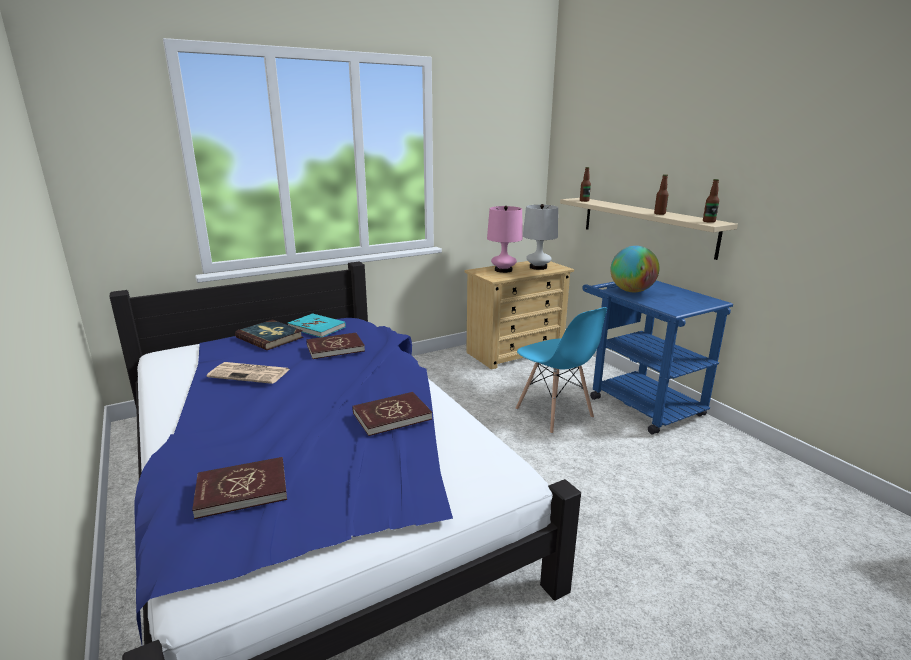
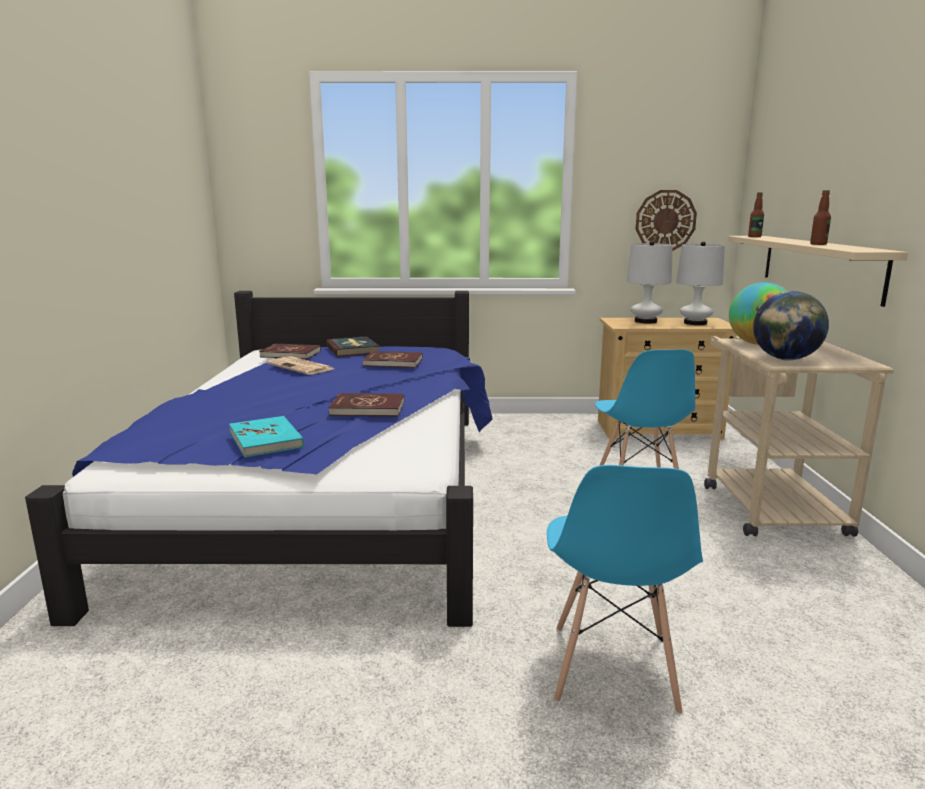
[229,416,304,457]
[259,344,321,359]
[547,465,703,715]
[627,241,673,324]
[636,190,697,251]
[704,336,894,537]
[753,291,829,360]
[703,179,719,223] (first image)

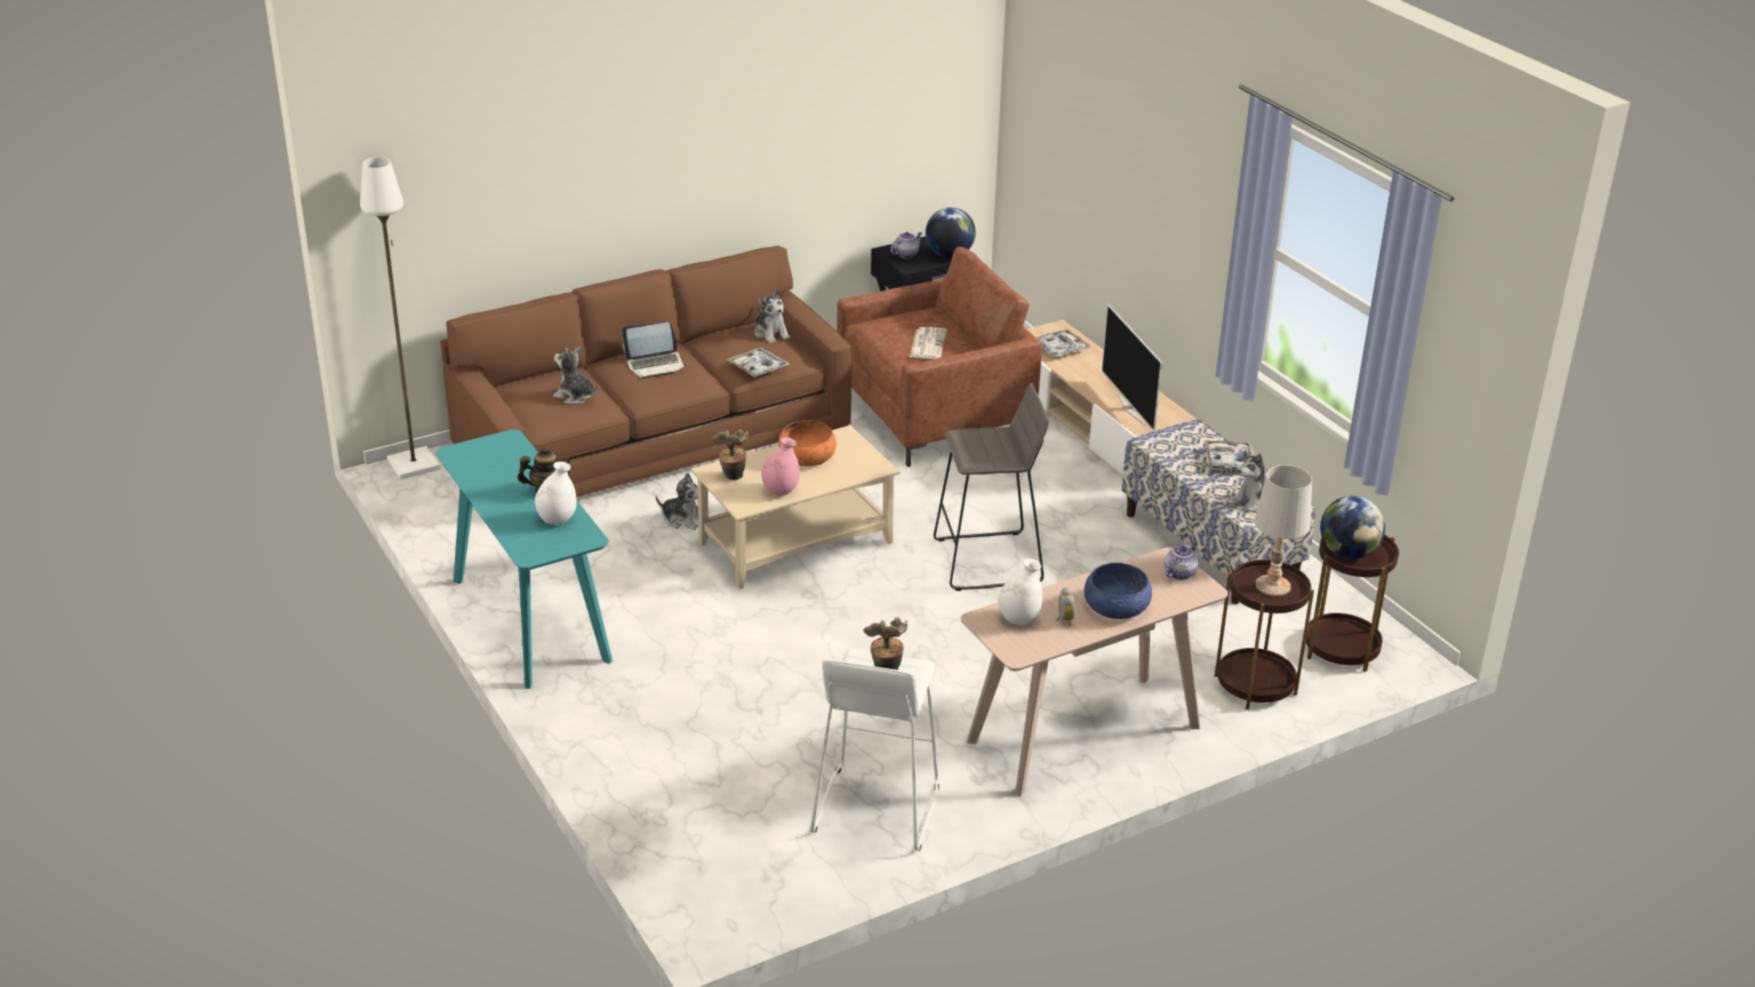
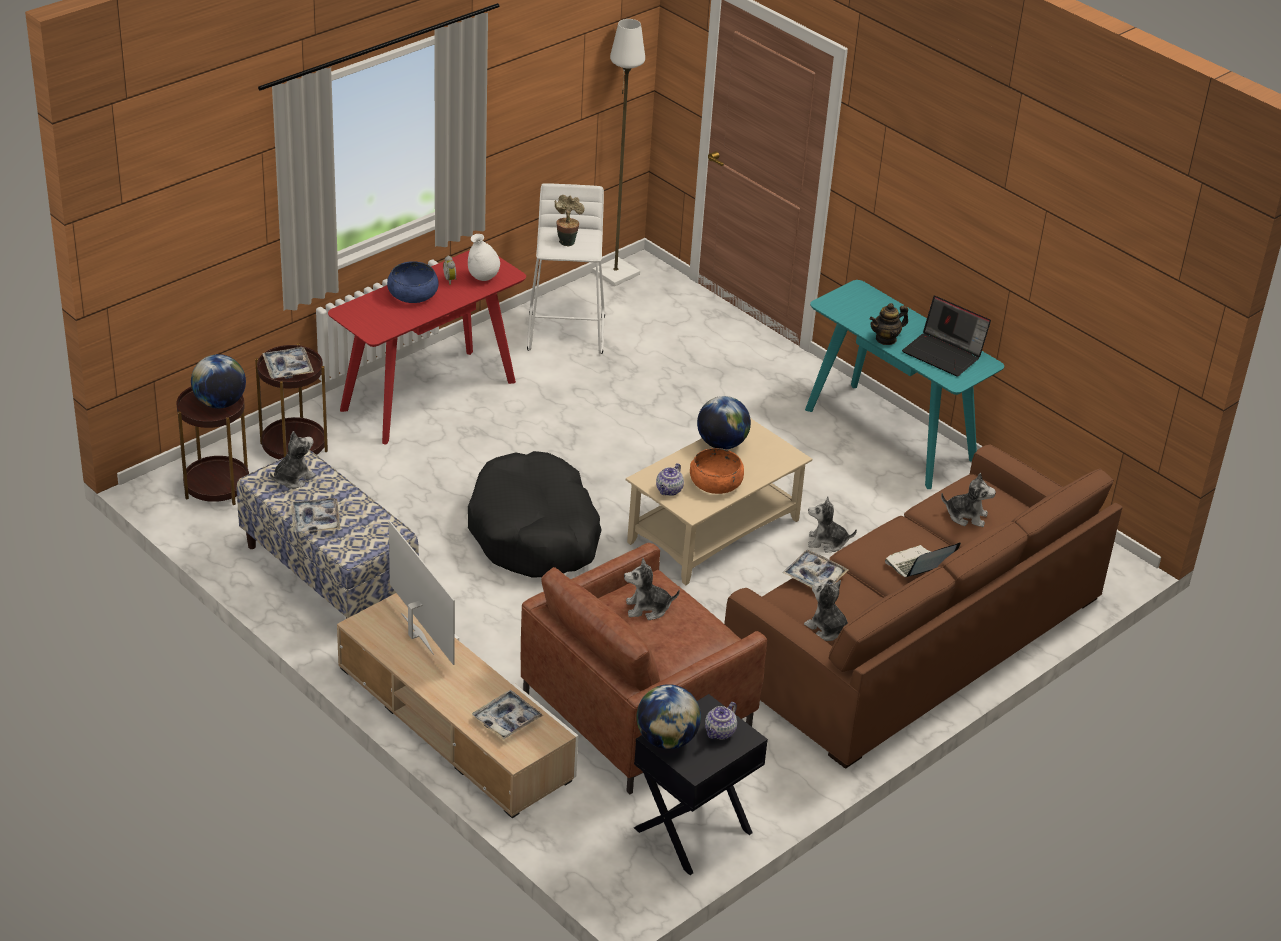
[262,347,314,379]
[328,250,526,444]
[468,451,602,578]
[592,19,645,286]
[624,558,680,620]
[656,463,684,496]
[697,396,751,449]
[902,296,991,376]
[535,461,576,525] (first image)
[712,429,748,480] (first image)

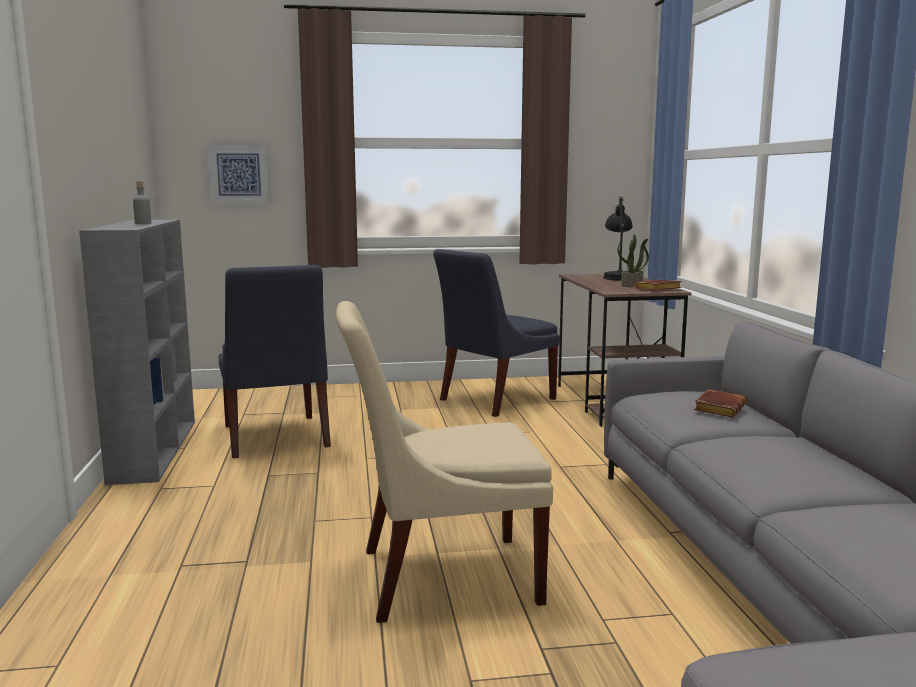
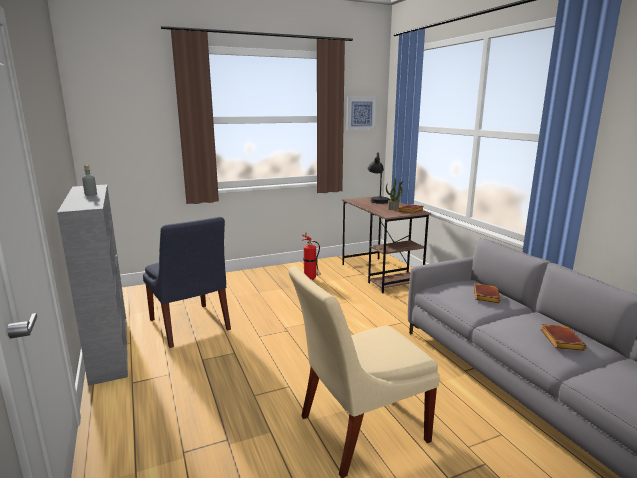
[302,233,321,280]
[346,97,377,131]
[540,324,587,351]

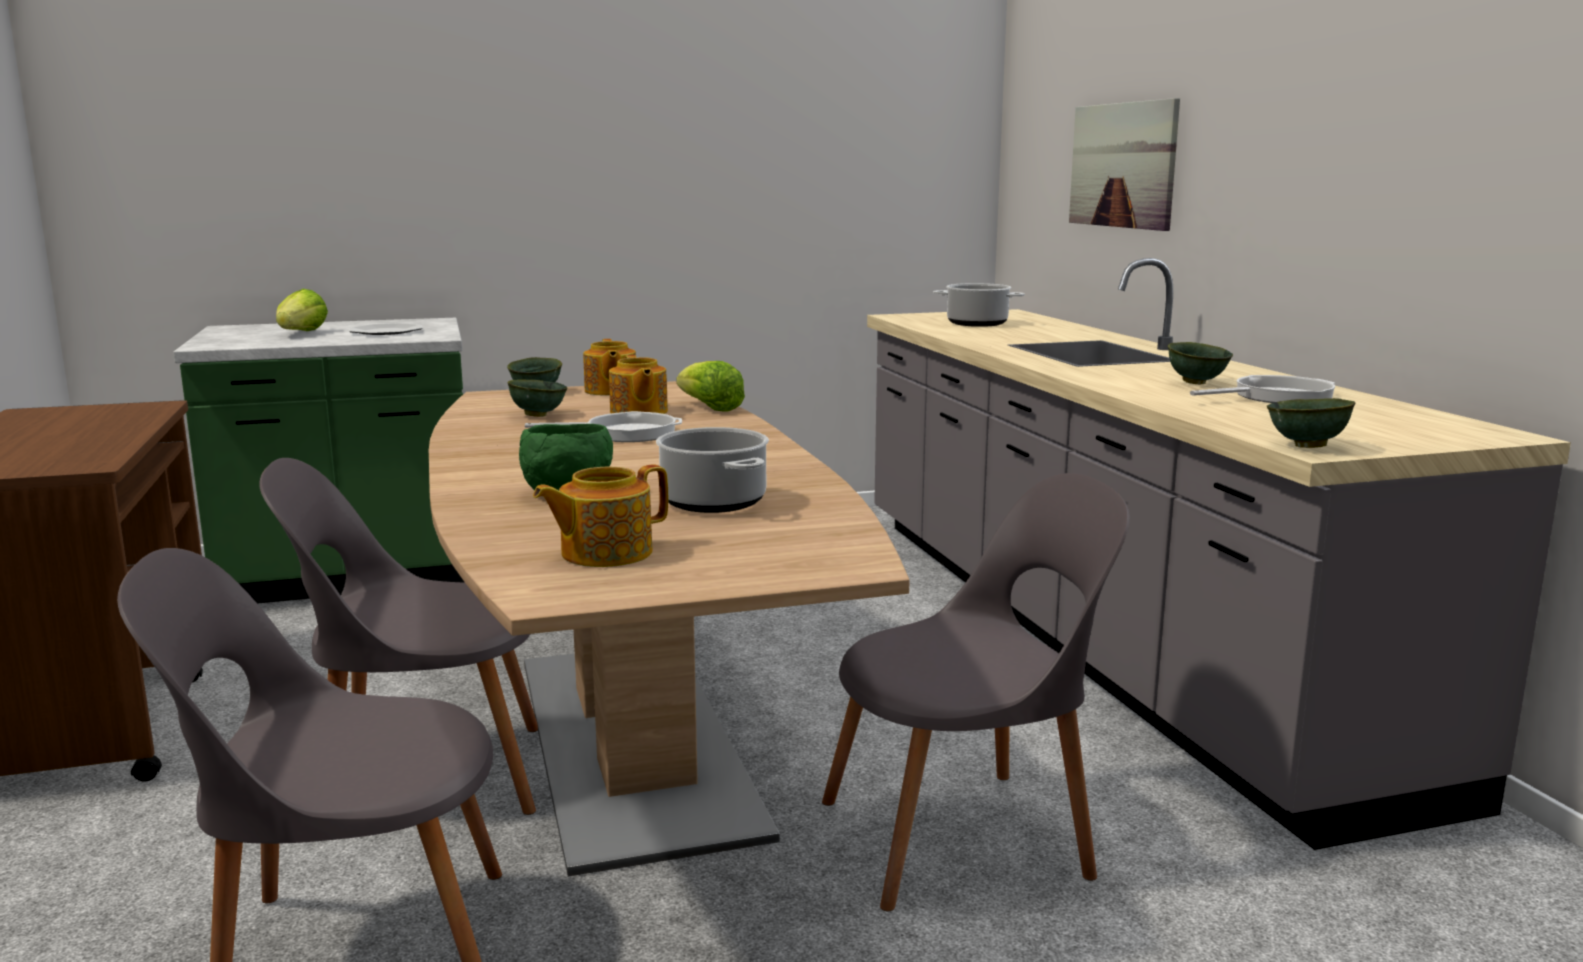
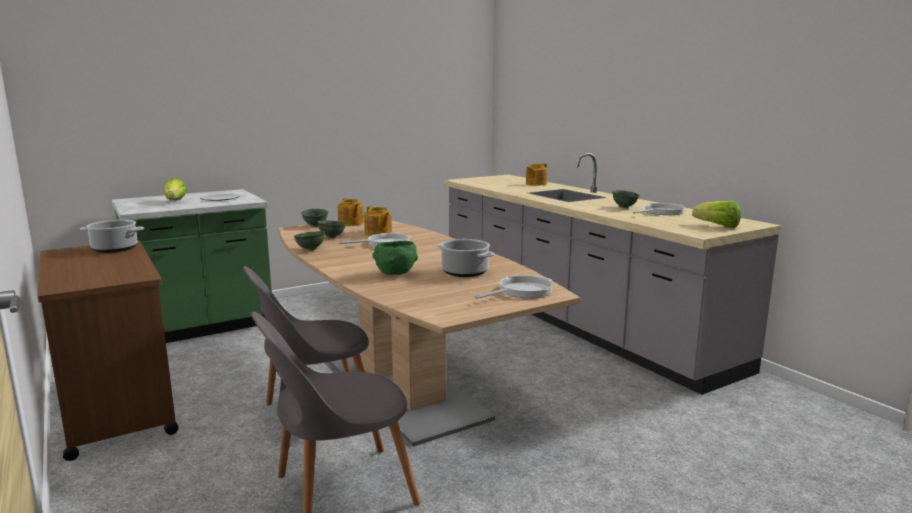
[80,220,144,253]
[294,231,325,251]
[475,275,553,299]
[526,164,547,185]
[692,201,741,228]
[822,473,1130,911] (first image)
[1069,98,1180,231] (first image)

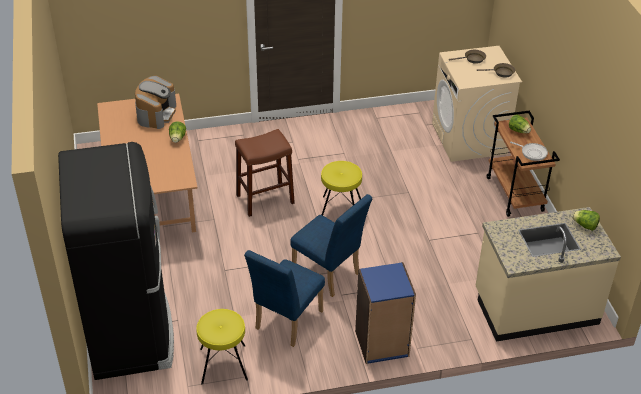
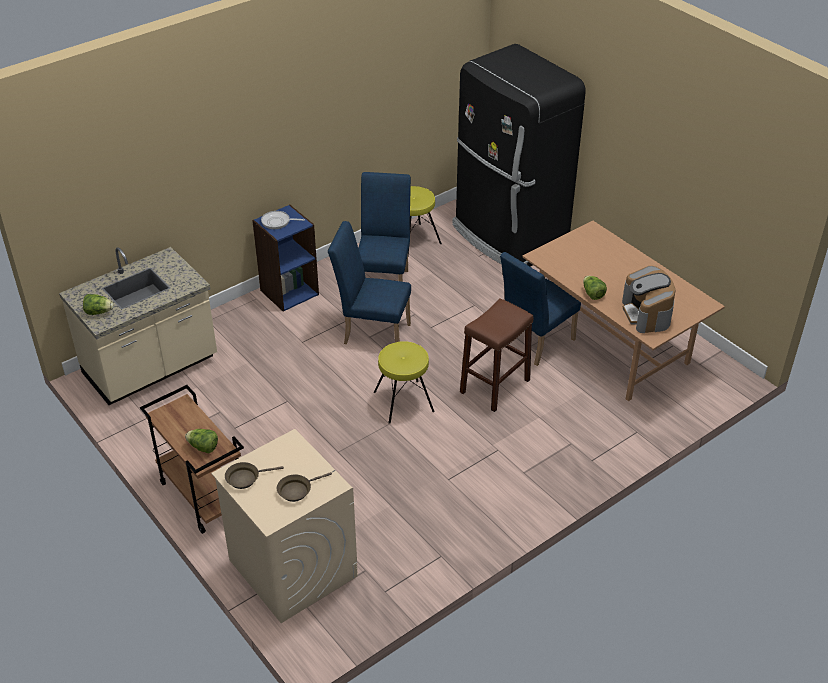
[261,211,305,229]
[500,252,581,366]

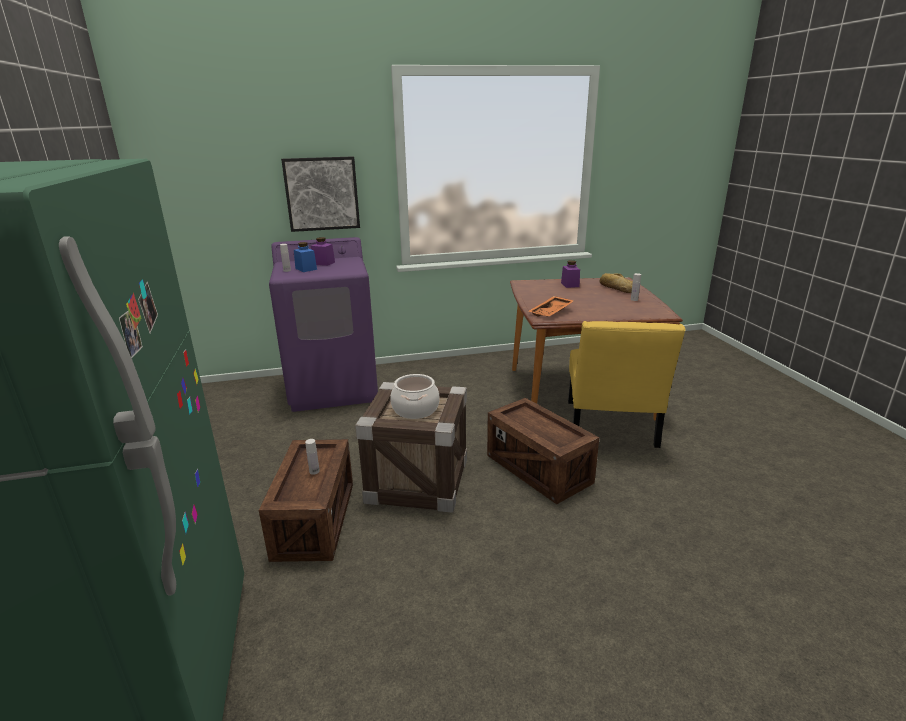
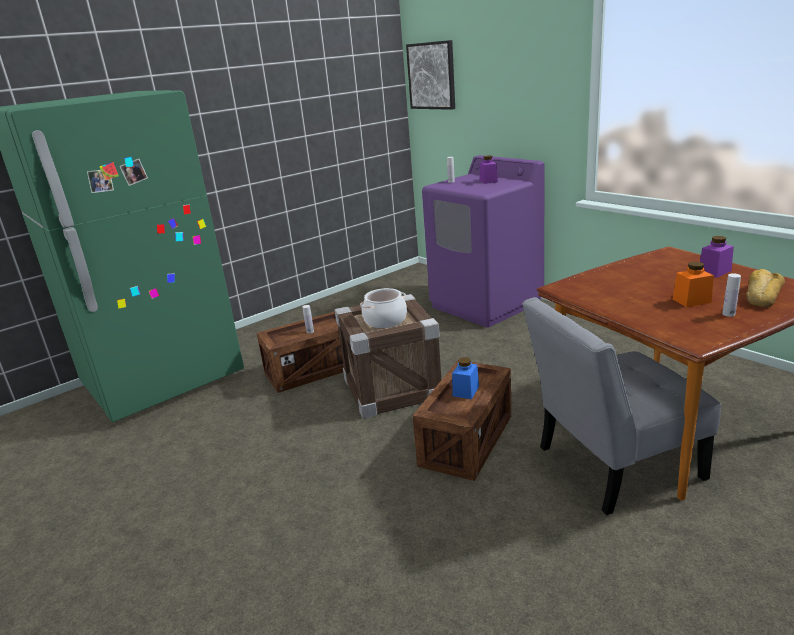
[406,40,455,110]
[452,357,479,399]
[522,297,721,515]
[673,262,714,307]
[528,296,574,317] (first image)

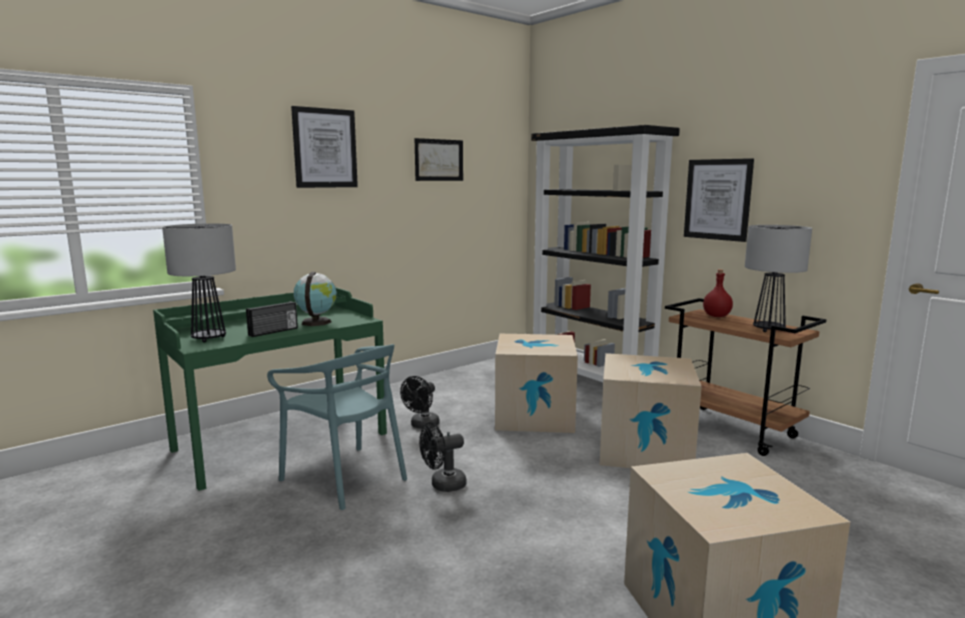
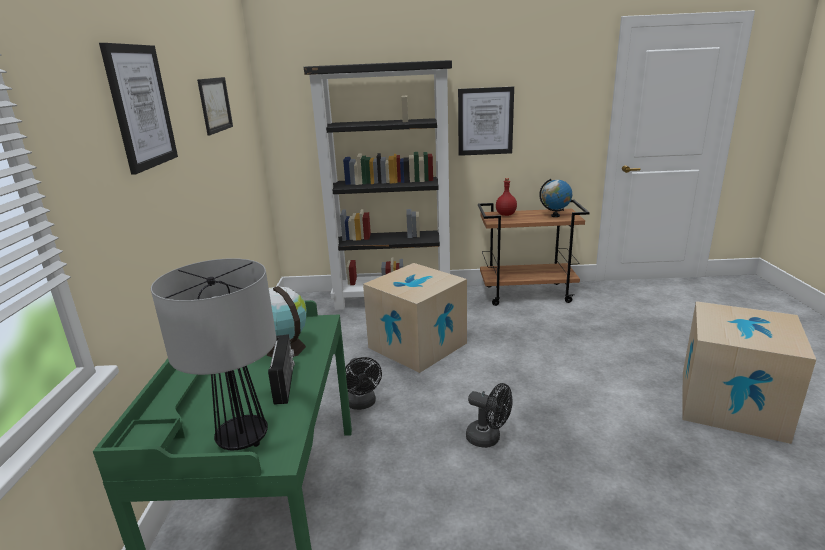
[466,383,513,448]
[539,179,572,217]
[267,344,407,510] (first image)
[600,353,702,468] (first image)

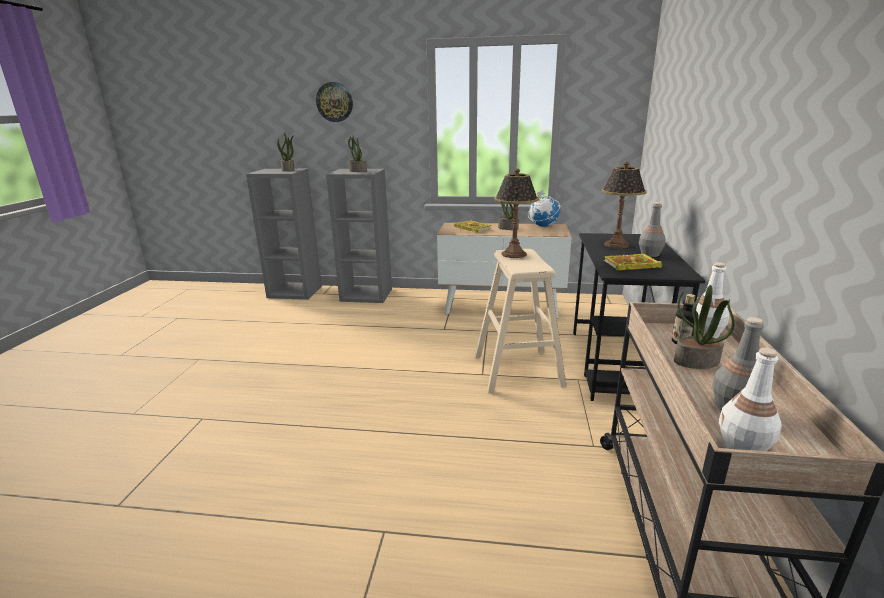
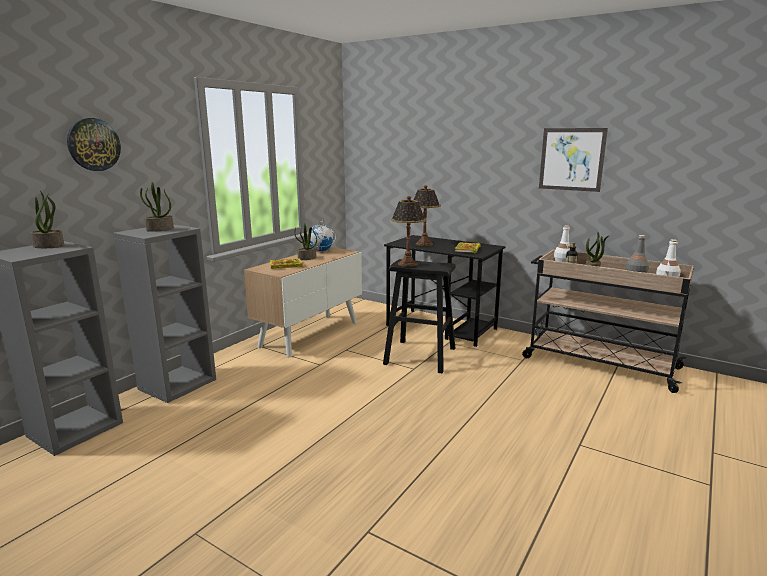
[383,259,456,373]
[539,128,608,192]
[639,202,666,257] (first image)

